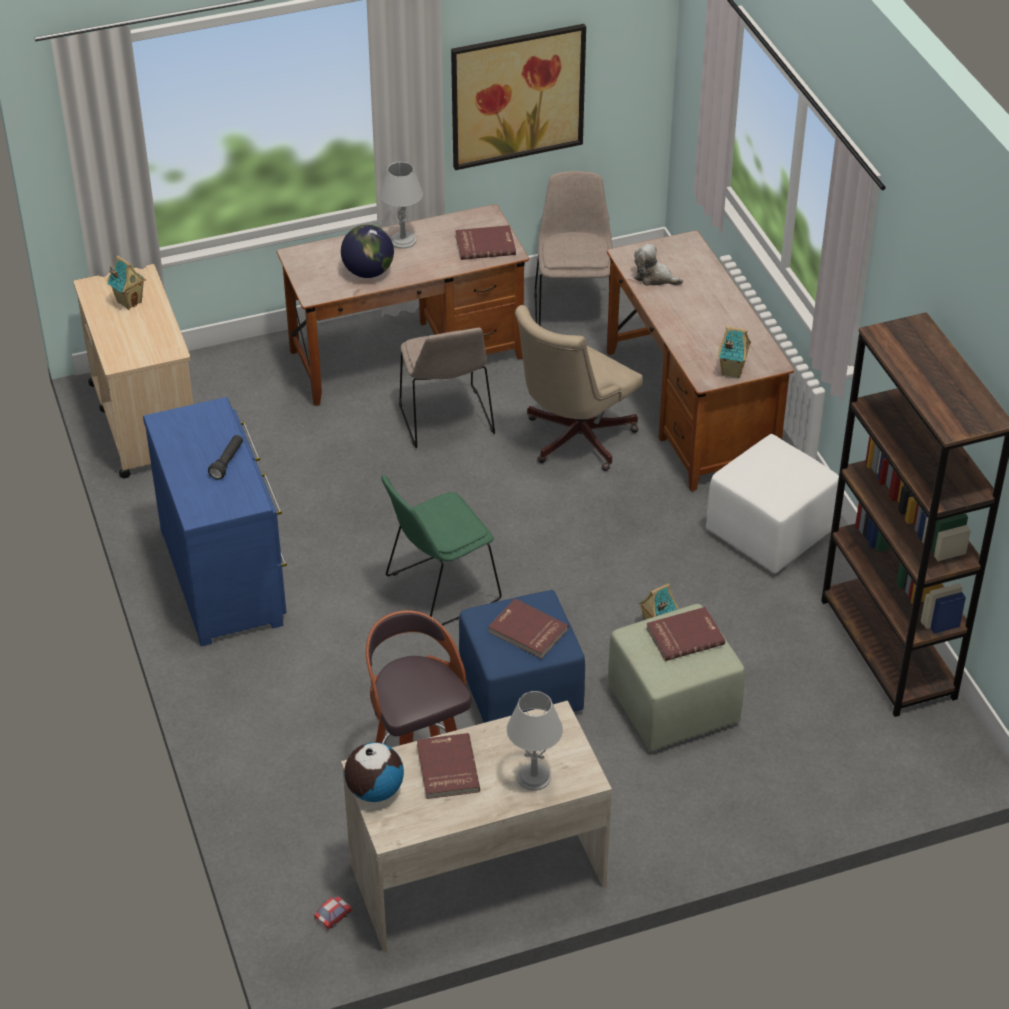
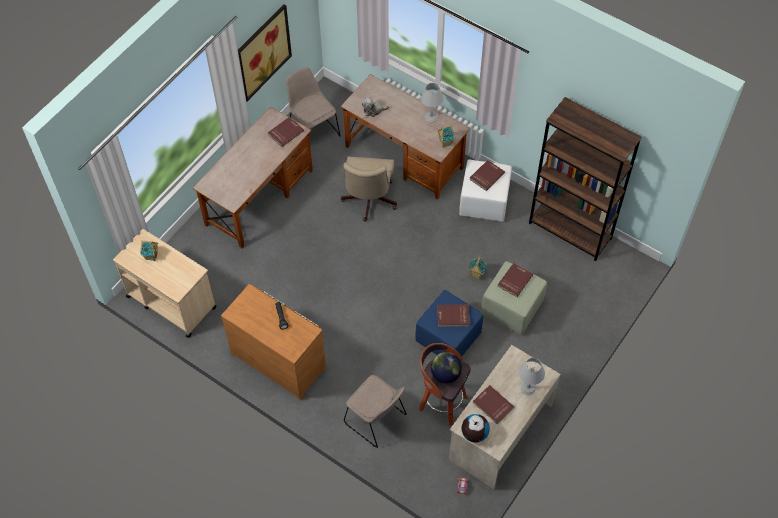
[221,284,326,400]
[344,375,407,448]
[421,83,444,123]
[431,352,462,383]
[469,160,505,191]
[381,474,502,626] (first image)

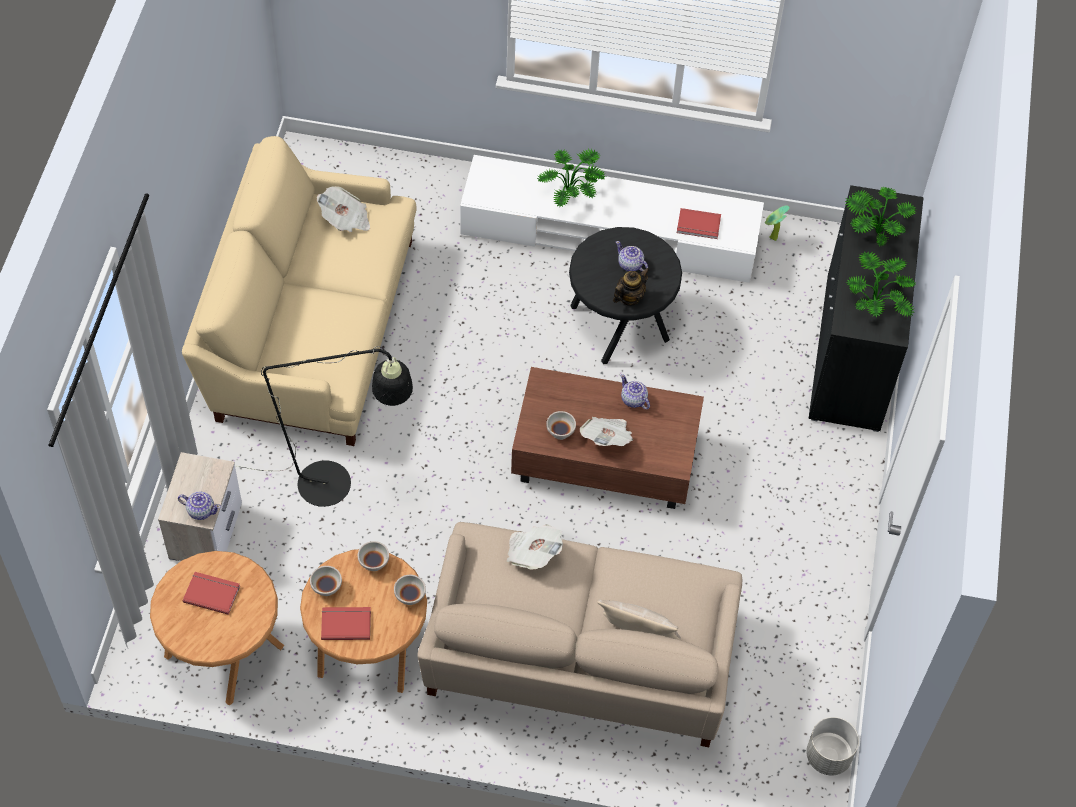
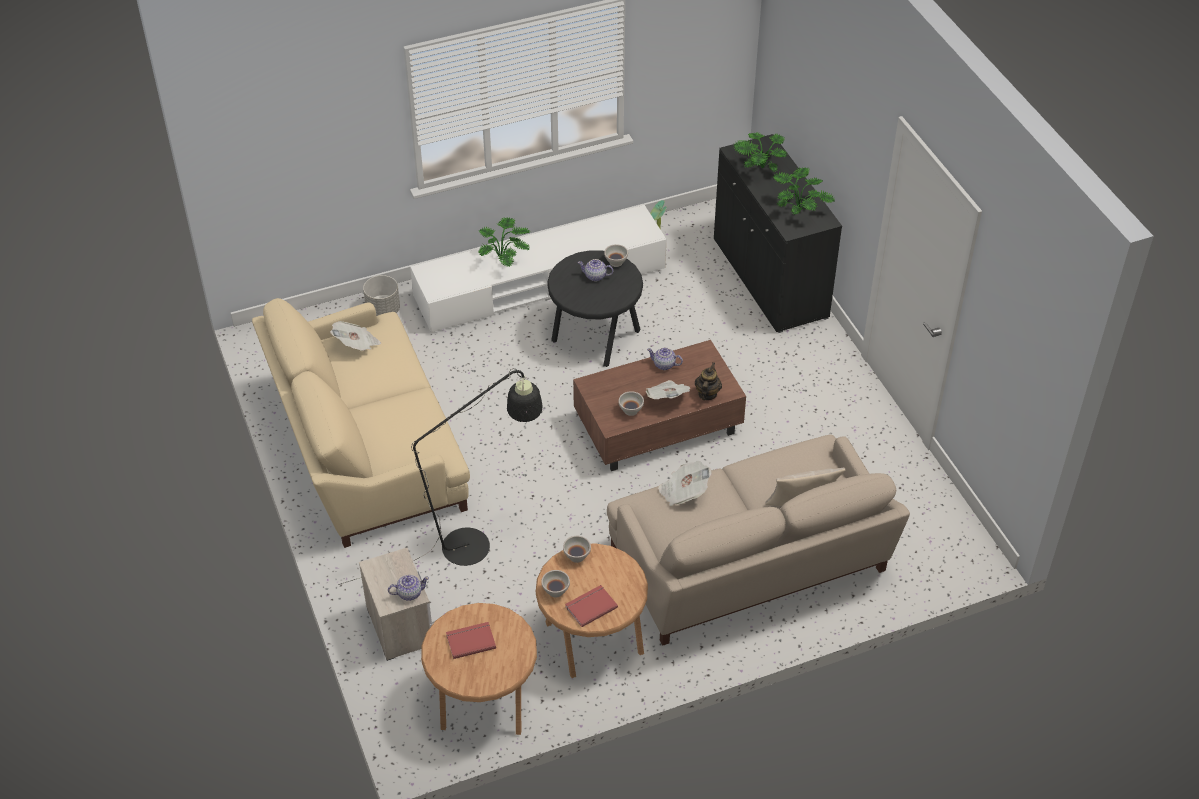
[363,275,400,316]
[604,244,628,267]
[695,362,722,400]
[677,208,721,239] (first image)

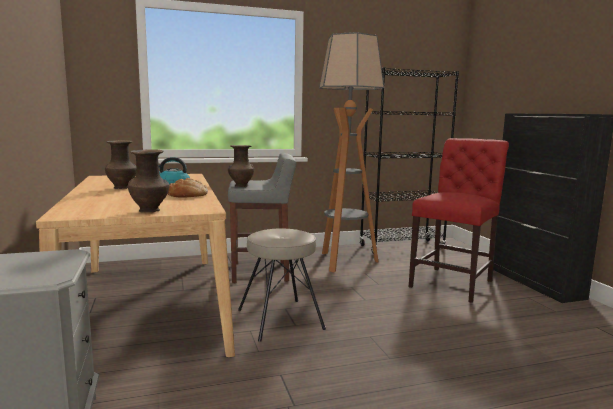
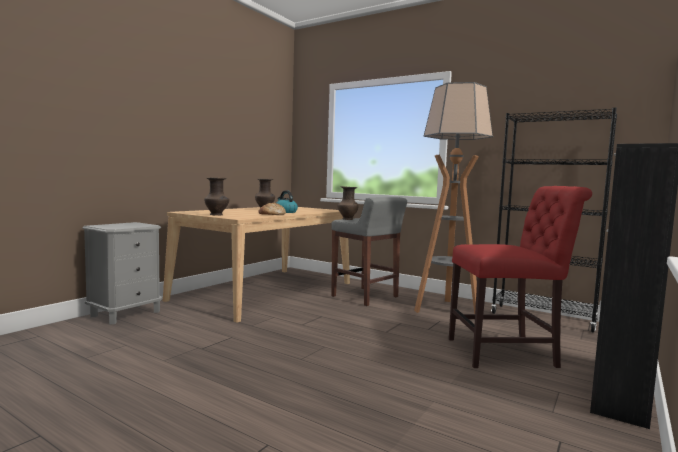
[238,229,326,342] (first image)

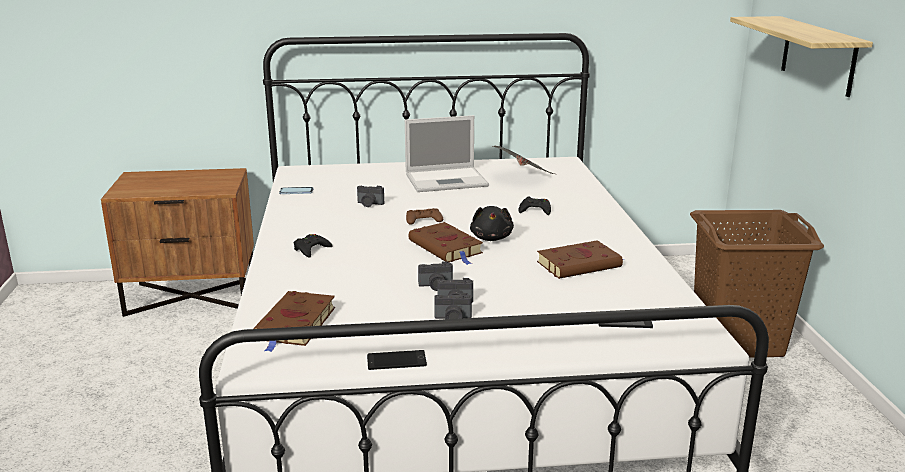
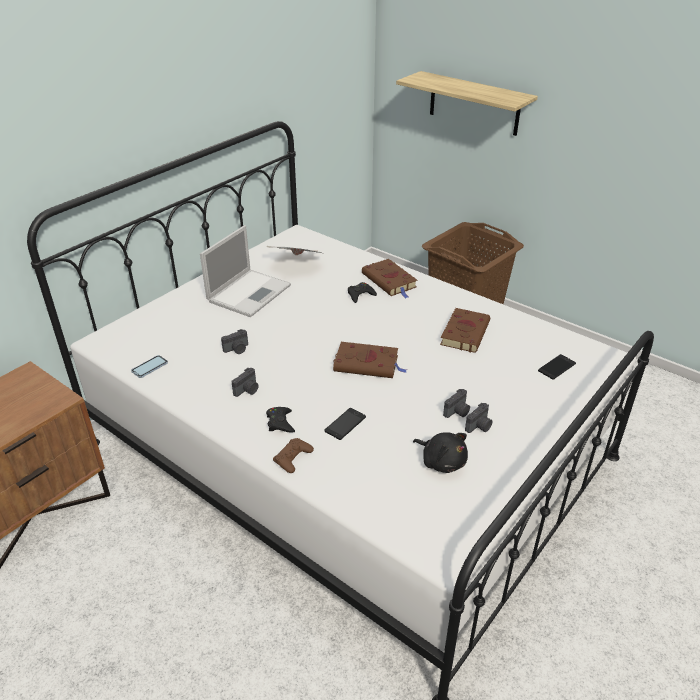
[231,368,258,397]
[273,438,314,473]
[324,408,366,440]
[362,259,417,298]
[413,432,468,473]

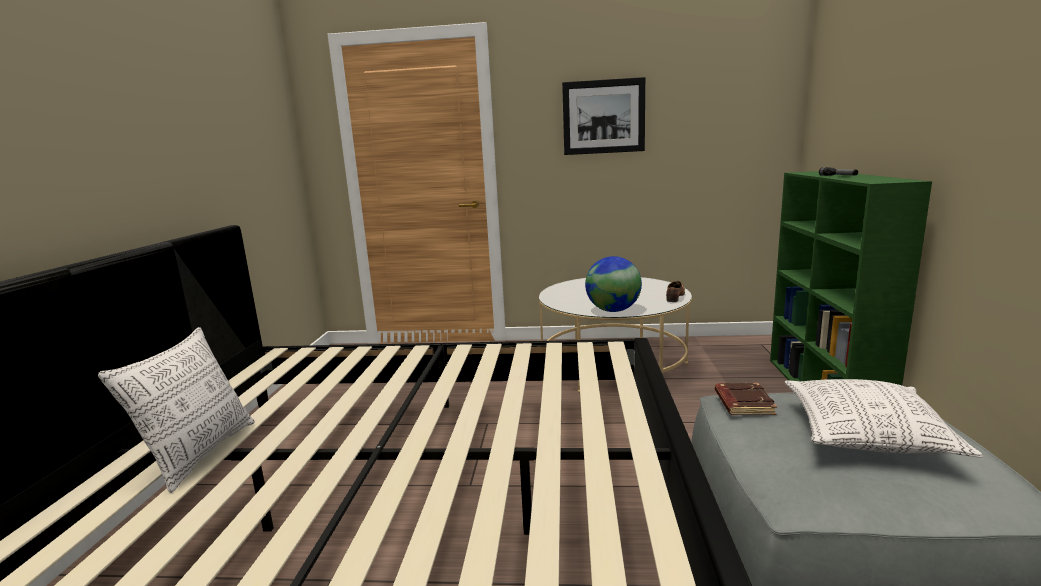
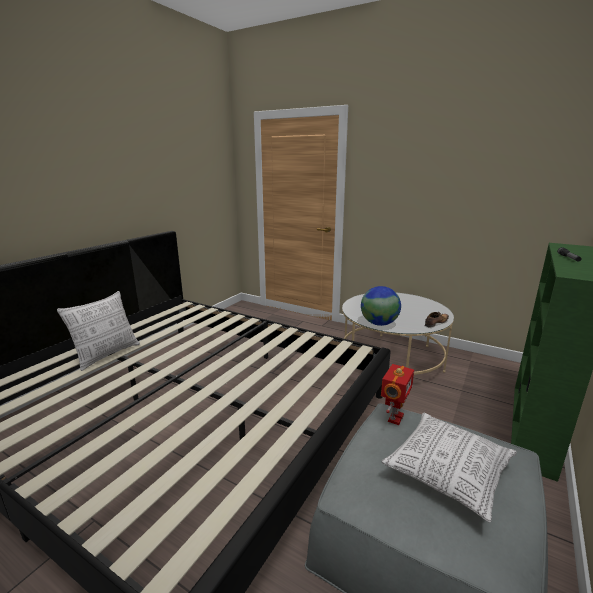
[381,364,414,425]
[562,77,645,155] (first image)

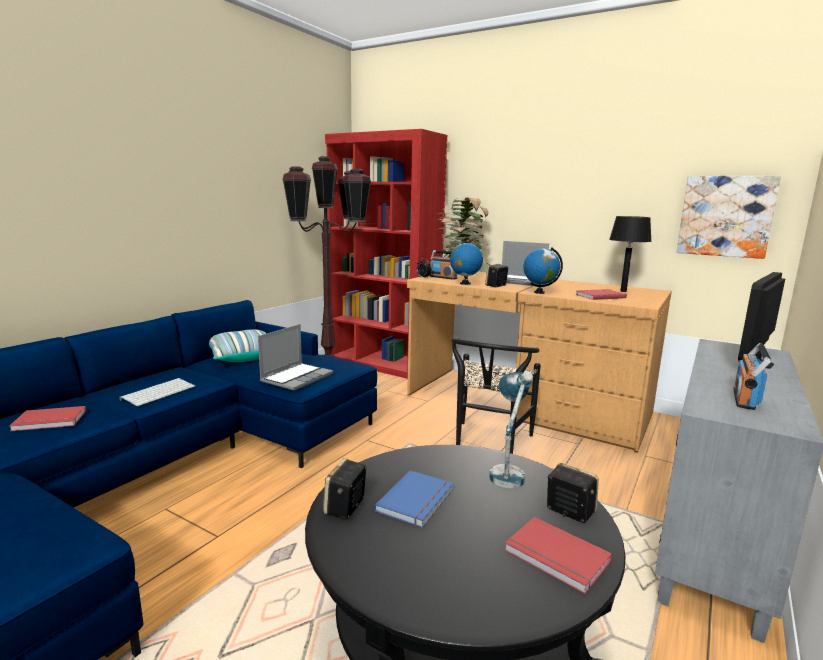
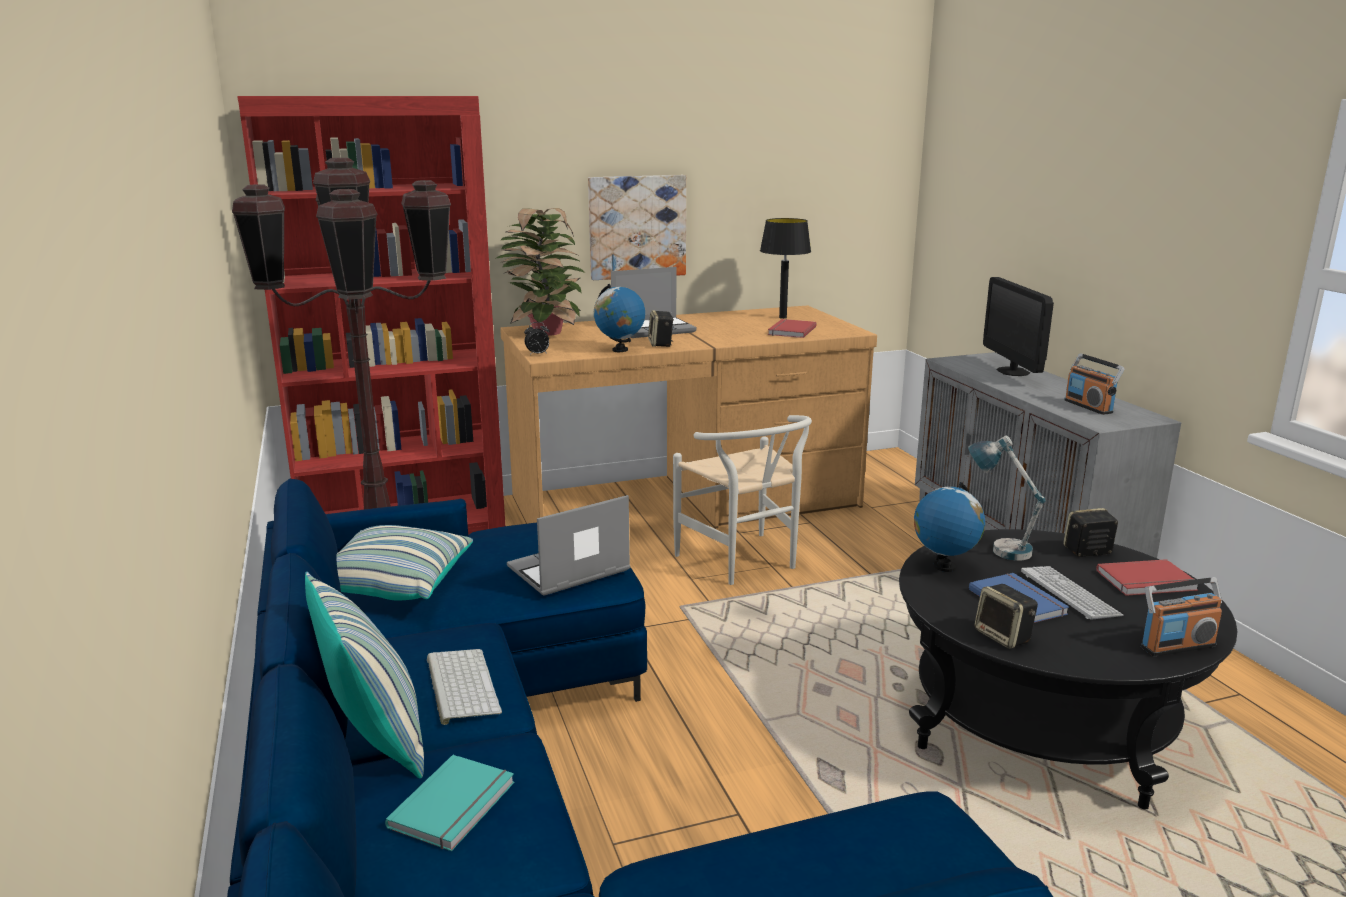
[305,572,424,778]
[385,755,514,851]
[507,495,631,596]
[588,175,686,280]
[673,415,812,585]
[914,482,985,572]
[1021,566,1123,620]
[1141,577,1222,656]

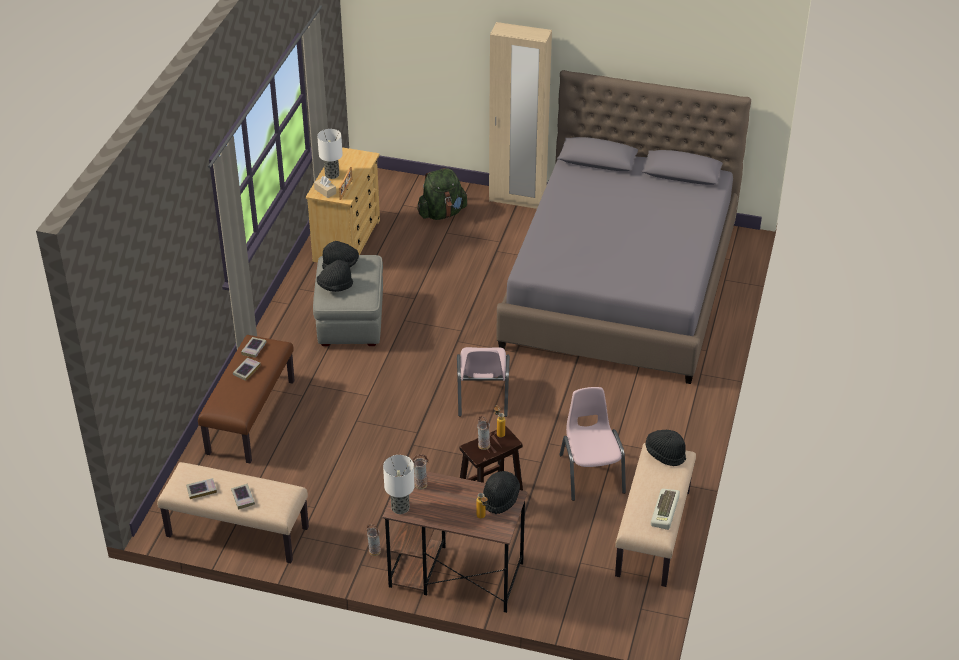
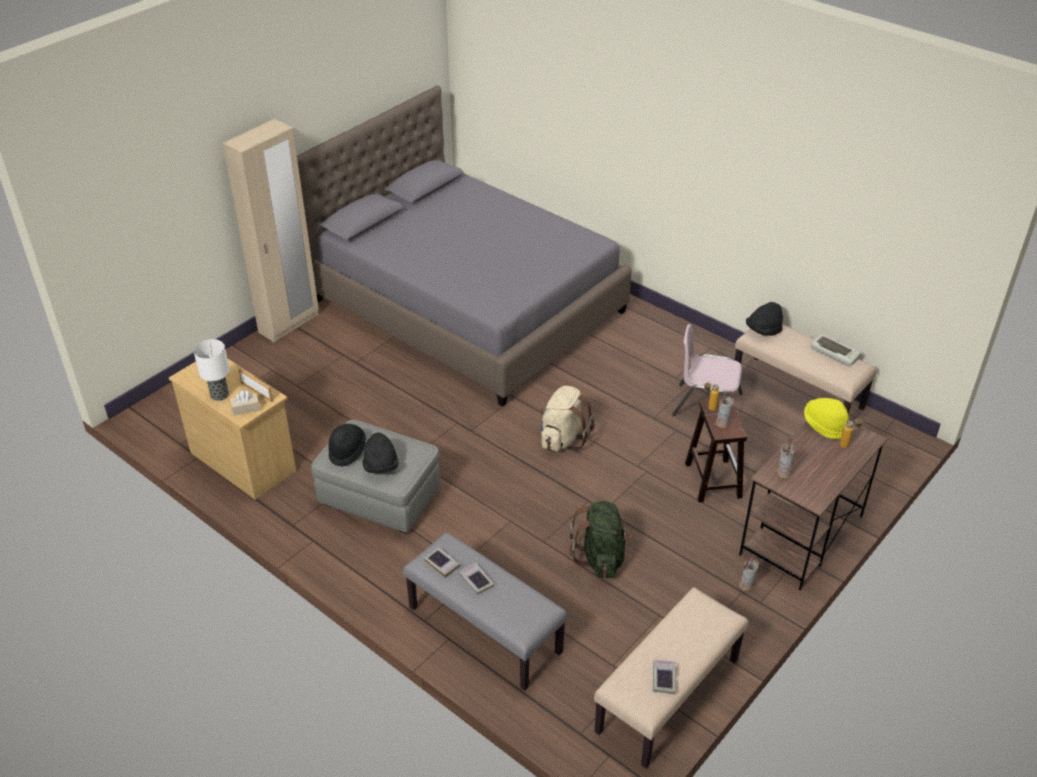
[403,532,567,691]
[539,386,595,452]
[570,501,632,578]
[804,398,849,439]
[231,484,255,510] (first image)
[383,455,415,514] (first image)

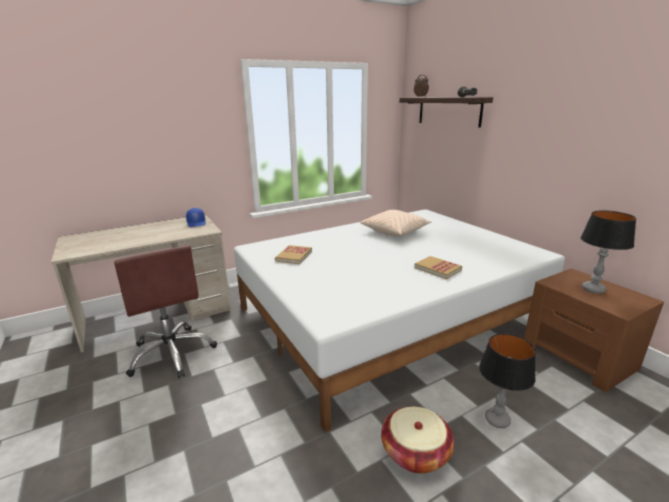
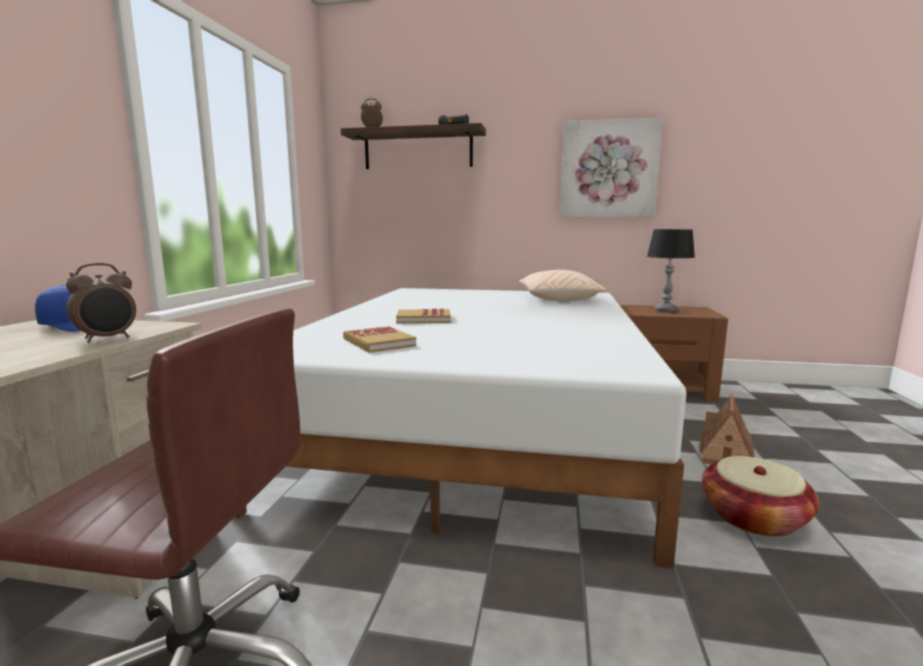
[66,263,136,343]
[396,309,451,323]
[519,270,605,301]
[560,117,663,217]
[698,394,755,465]

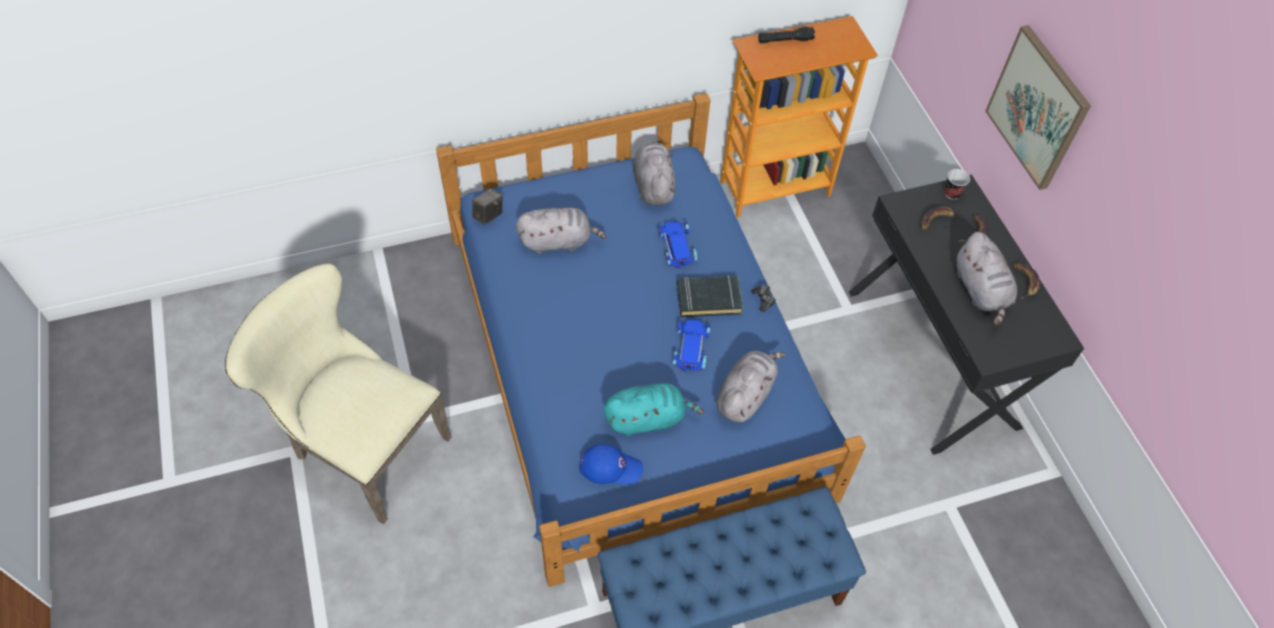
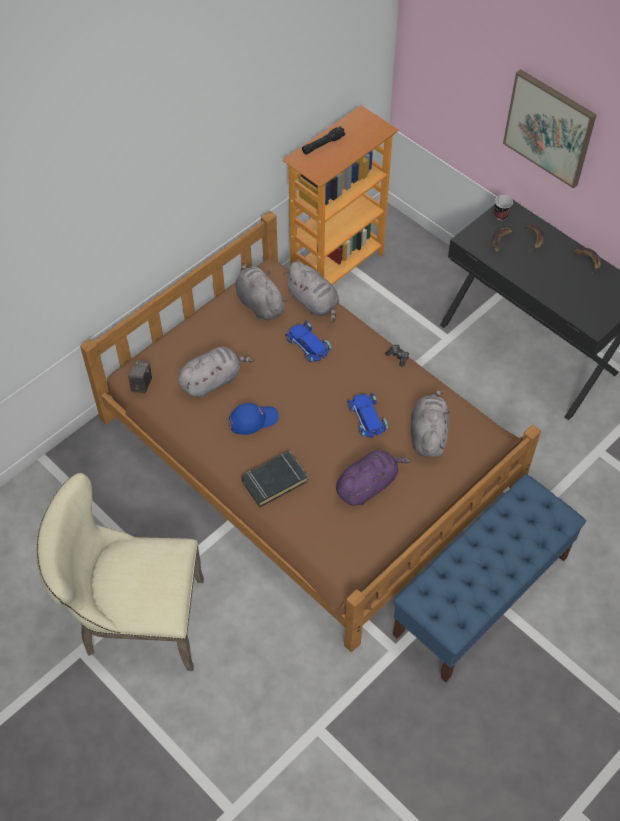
[80,211,541,652]
[229,403,279,435]
[241,451,308,508]
[284,262,339,323]
[336,450,411,506]

